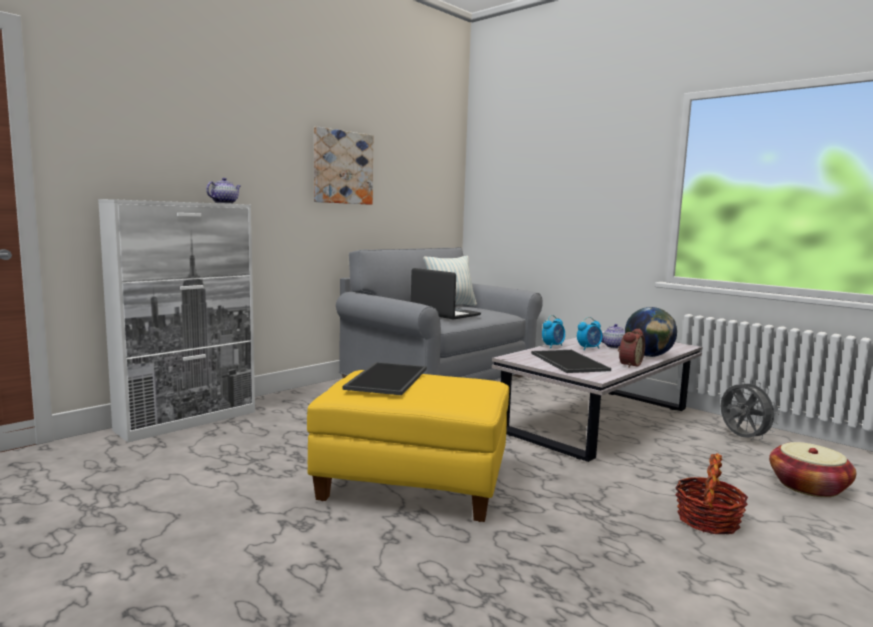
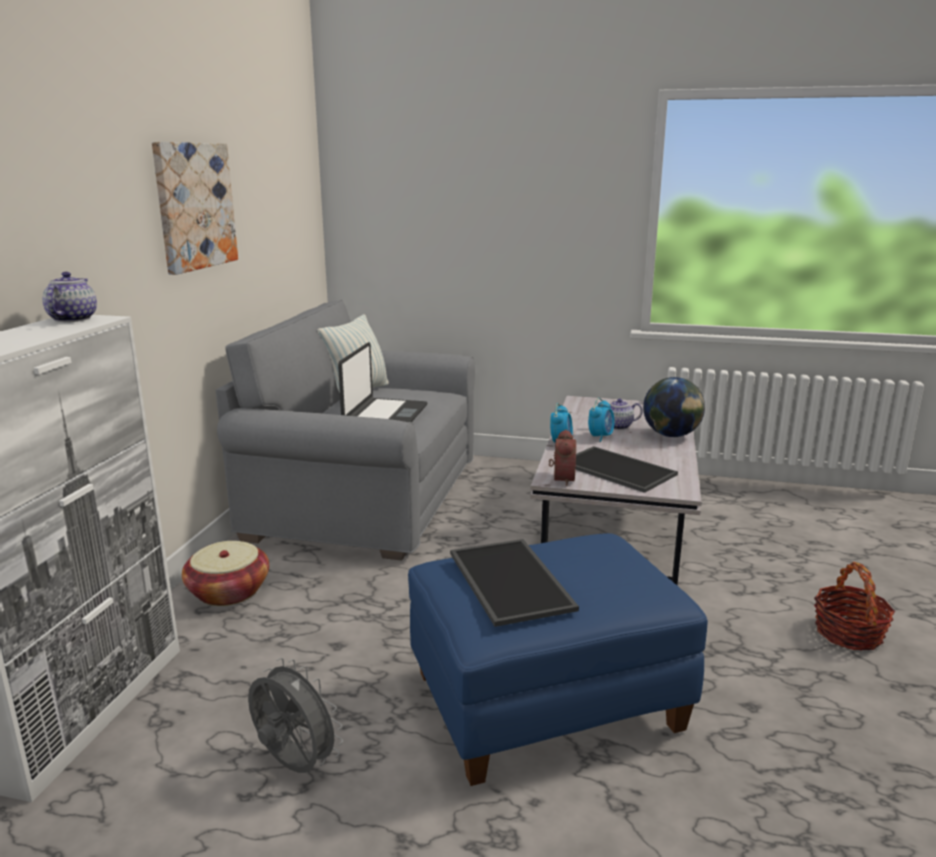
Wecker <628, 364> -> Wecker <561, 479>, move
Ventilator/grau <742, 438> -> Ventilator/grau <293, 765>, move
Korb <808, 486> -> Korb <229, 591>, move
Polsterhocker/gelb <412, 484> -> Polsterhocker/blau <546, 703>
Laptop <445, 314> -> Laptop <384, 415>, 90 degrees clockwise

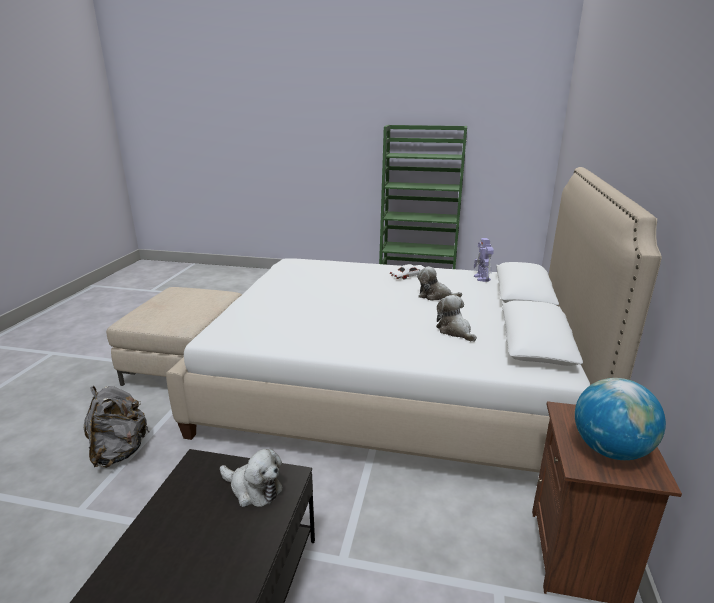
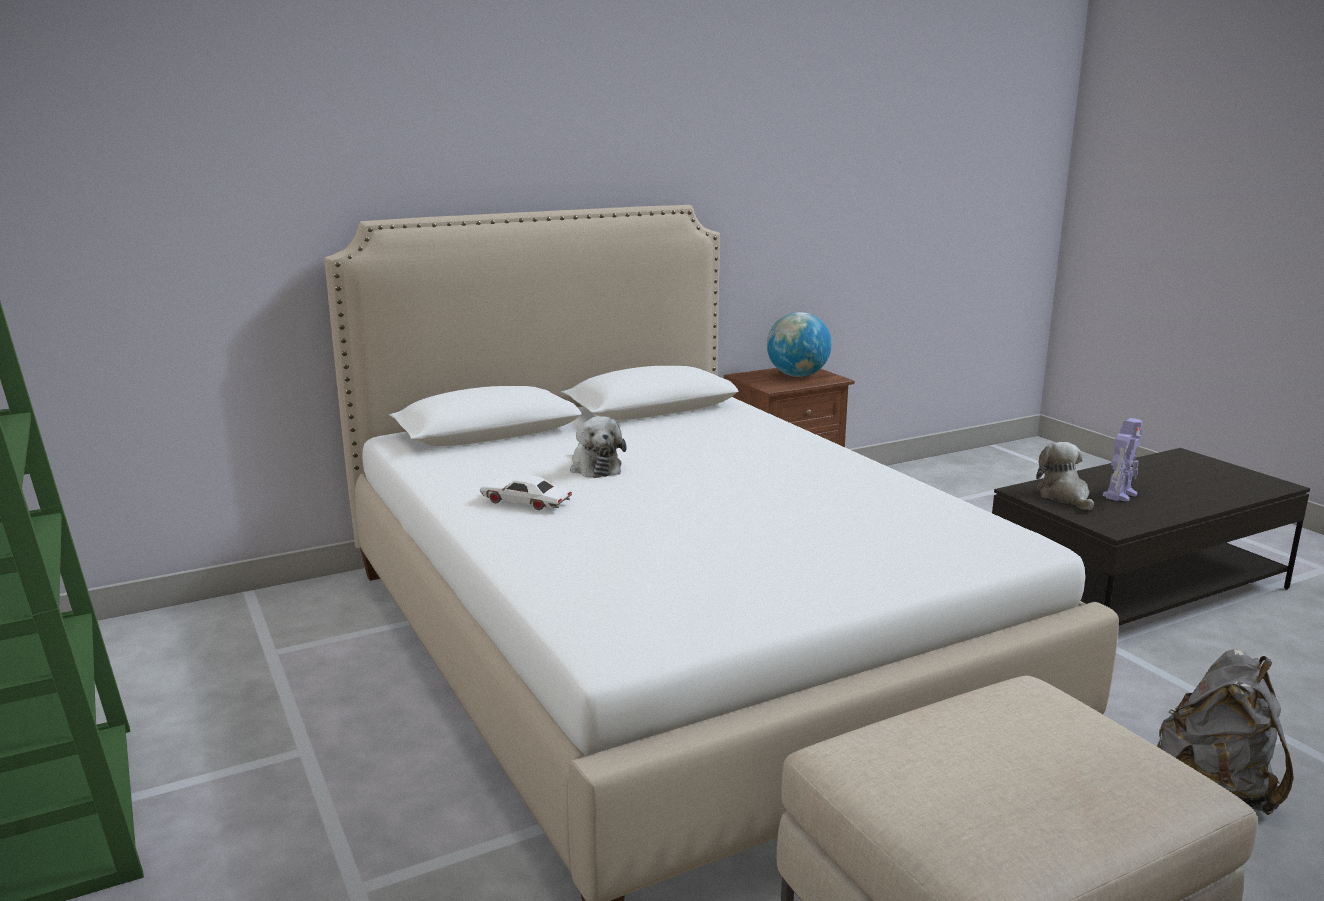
Plüschtier <455, 331> -> none
Spielzeugroboter <482, 278> -> Spielzeugroboter <1120, 494>, move

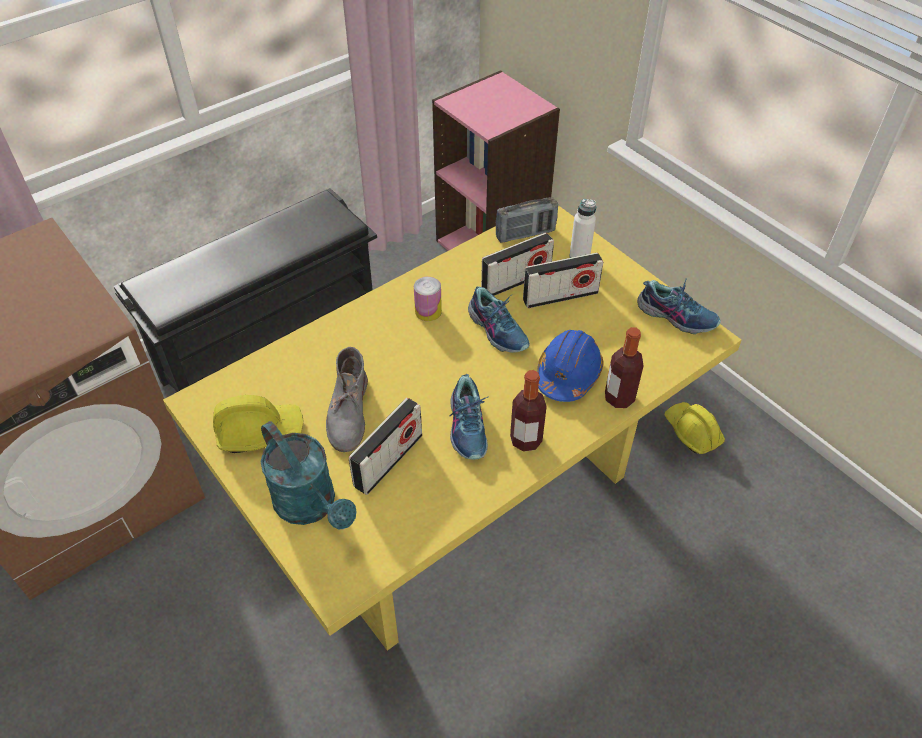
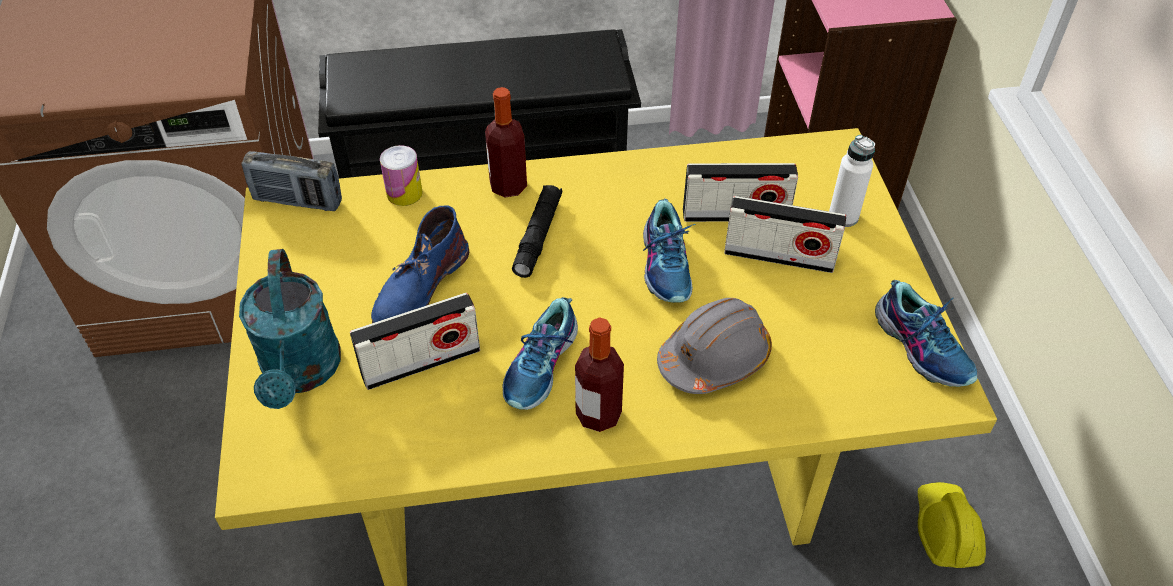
Schutzhelm/gelb <259, 431> -> none
none -> Taschenlampe/schwarz <538, 236>
Dose <428, 311> -> Dose <404, 193>, move
Radio <525, 234> -> Radio <297, 201>, move
Flasche <619, 398> -> Flasche <508, 186>, move
Stiefel/grau <348, 412> -> Stiefel/blau <420, 287>
Schutzhelm/blau <568, 374> -> Schutzhelm/grau <714, 358>

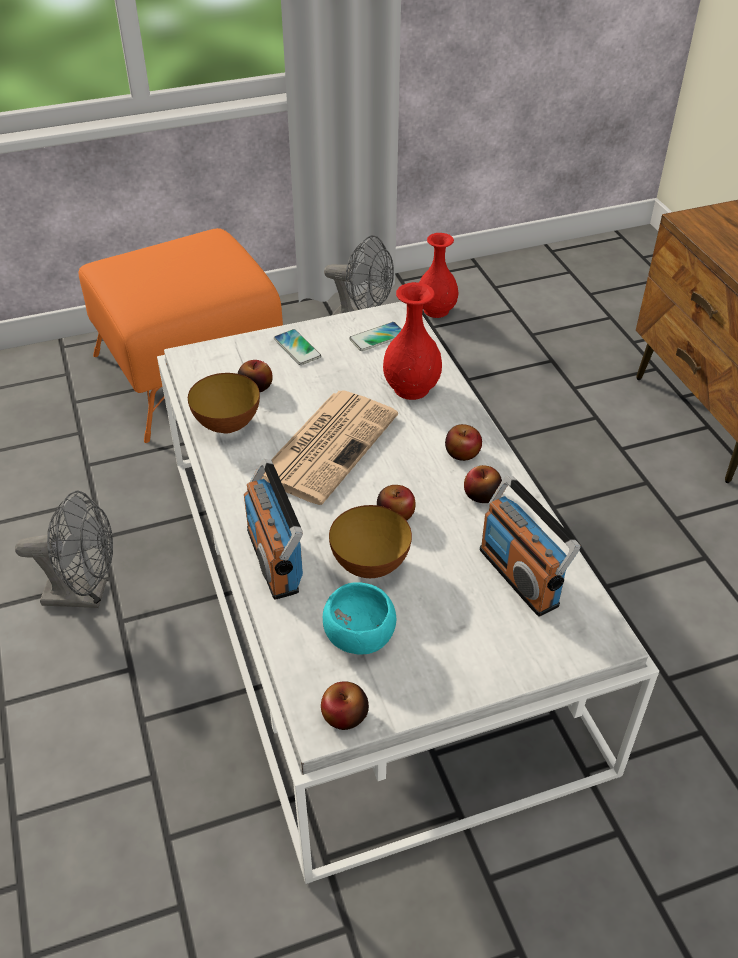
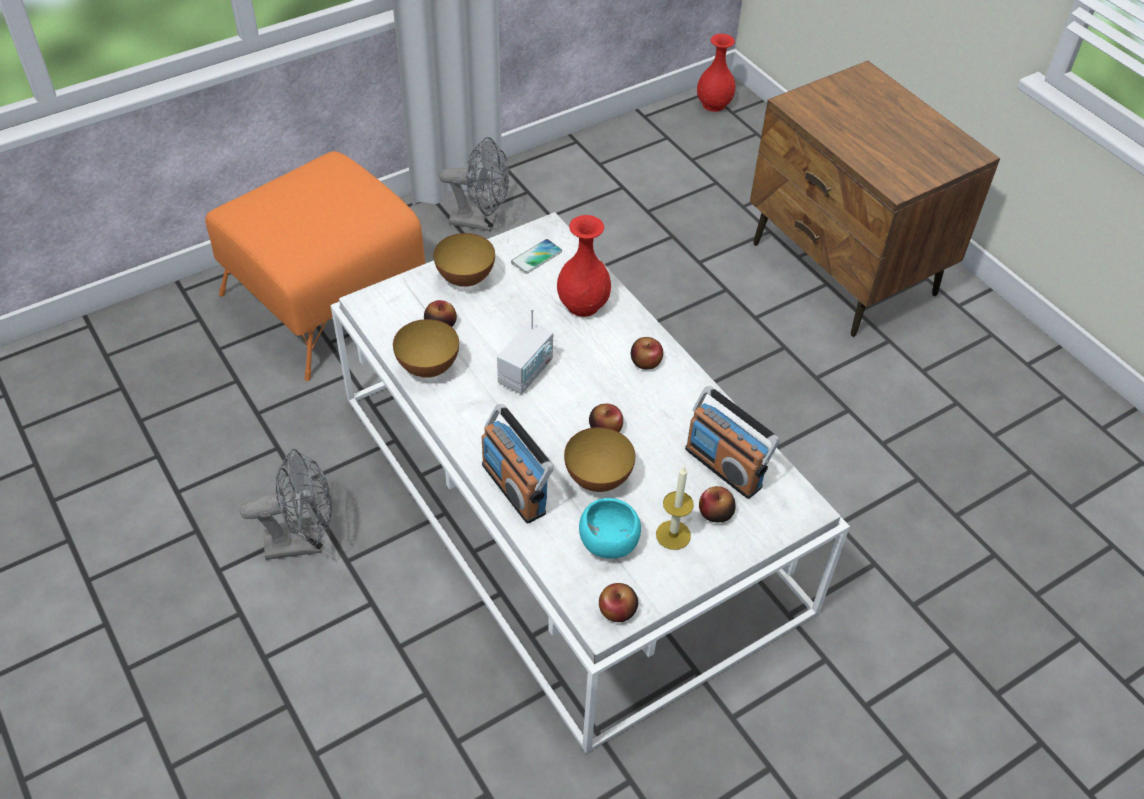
none -> Kerze <673, 535>
Vase/rot <436, 310> -> Vase/rot <714, 104>, move
Apfel <481, 495> -> Apfel <715, 513>, move
Zeitung <328, 445> -> Radio <526, 372>
Handy <297, 348> -> Schüssel <465, 279>

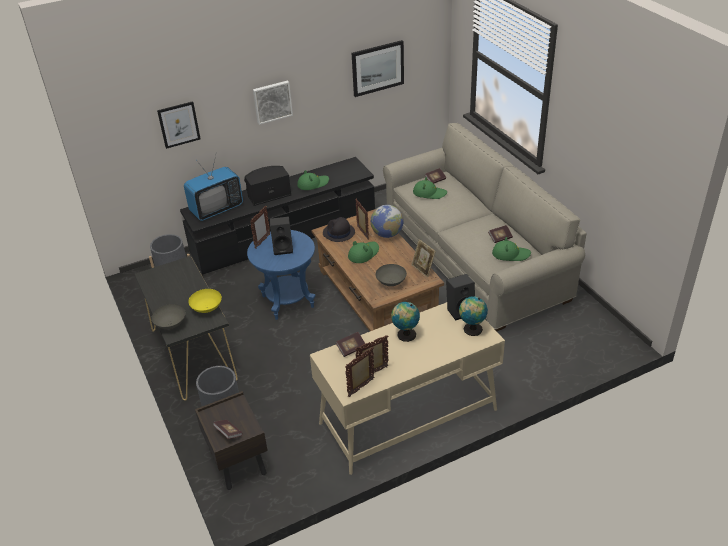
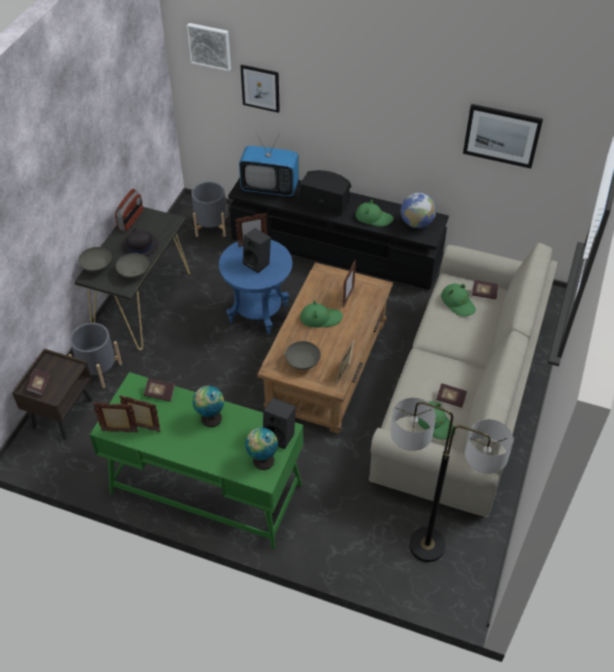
none -> Radio <131, 220>
none -> Stehlampe <427, 545>
Bild <272, 101> -> Bild <210, 46>, move
Hut/schwarz <338, 233> -> Hut/schwarz <139, 245>, move
Globus <387, 234> -> Globus <416, 223>, move
Schüssel/gelb <206, 308> -> Schüssel/grau <133, 273>
Schreibtisch/beige <407, 416> -> Schreibtisch/grün <206, 488>

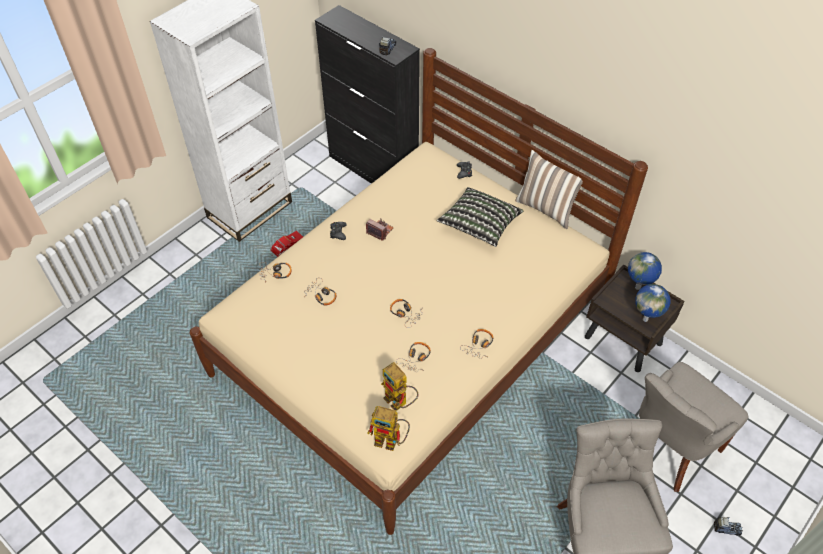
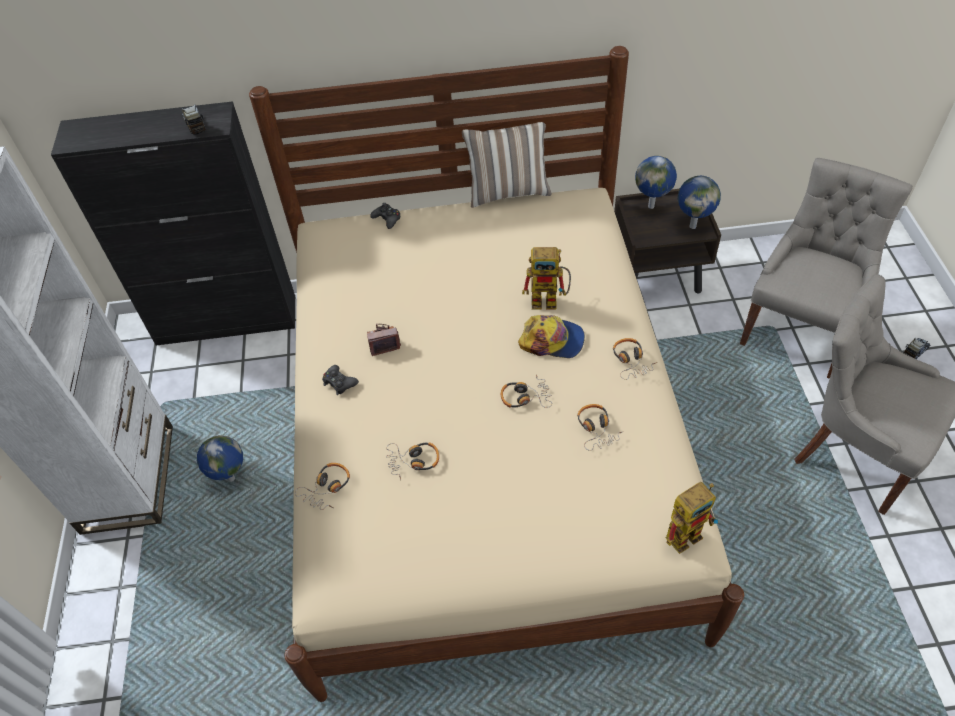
Kissen <479, 225> -> none
none -> Kappe <552, 340>
Spielzeugroboter <399, 403> -> Spielzeugroboter <550, 300>, move
Spielzeuglaster <286, 249> -> Globus <231, 479>
Stuhl/grau <668, 447> -> Stuhl/grau <799, 330>, 150 degrees counterclockwise

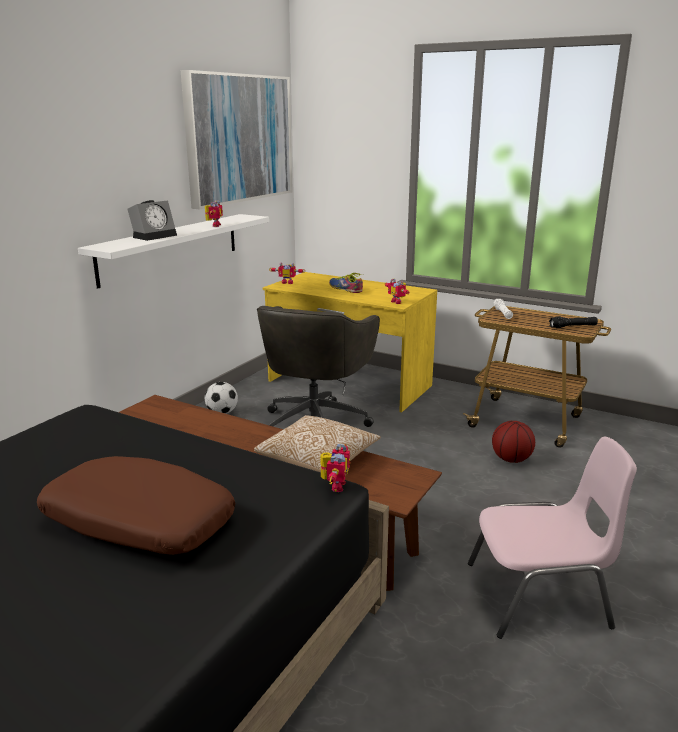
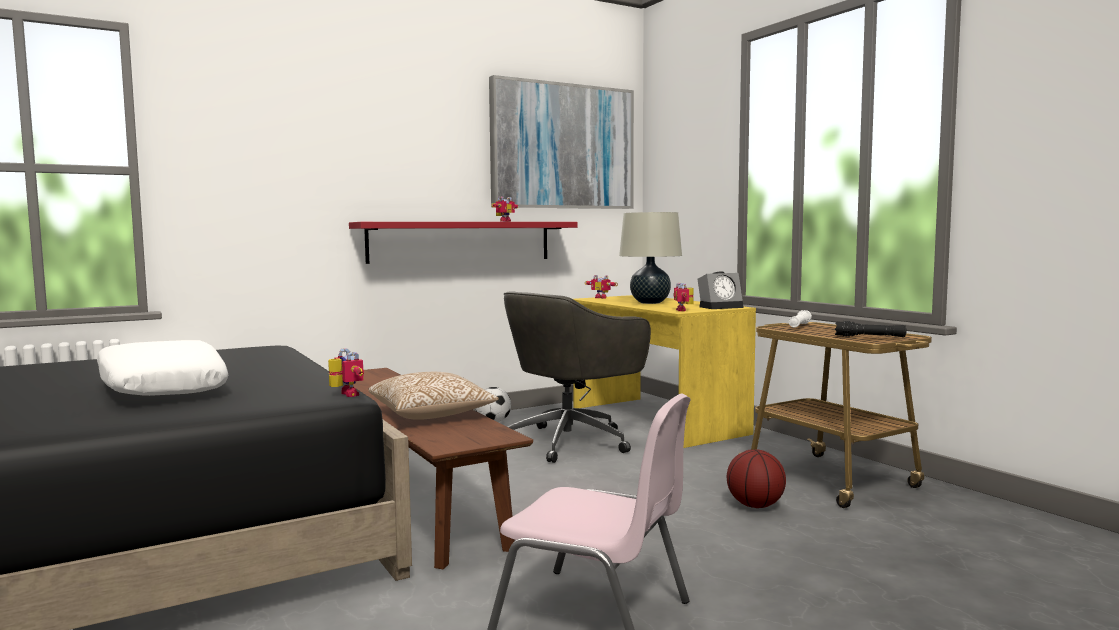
Wecker <155, 236> -> Wecker <721, 307>, move
Schuh <345, 289> -> Tischlampe/beige <650, 302>
Kissen/braun <137, 522> -> Kissen/weiß <160, 388>
Wandregal/weiß <171, 248> -> Wandregal/rot <461, 241>
Spielzeugroboter <334, 485> -> Spielzeugroboter <345, 395>, 75 degrees counterclockwise

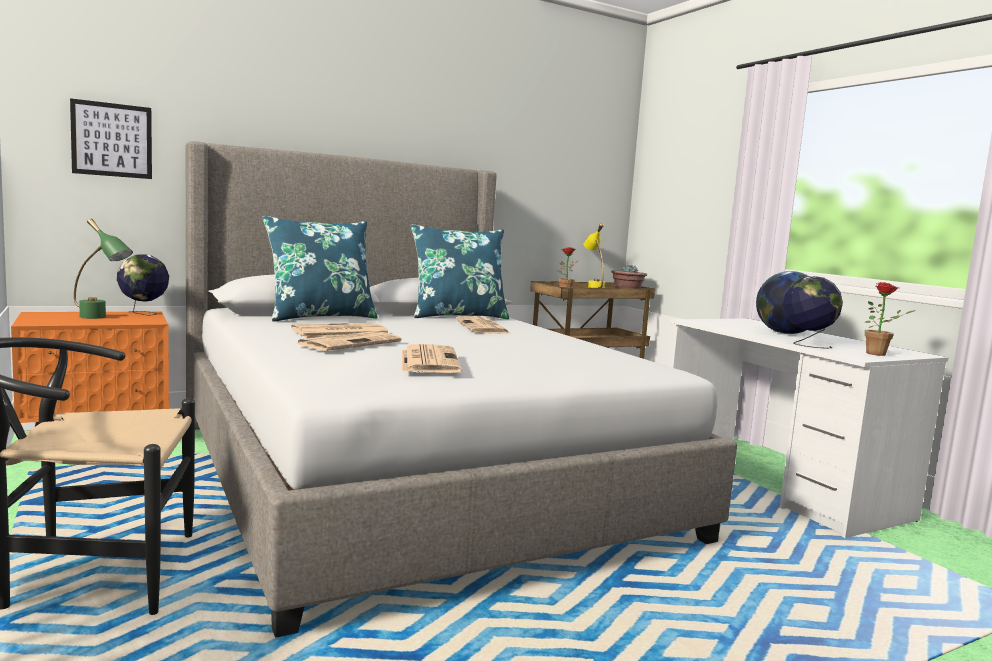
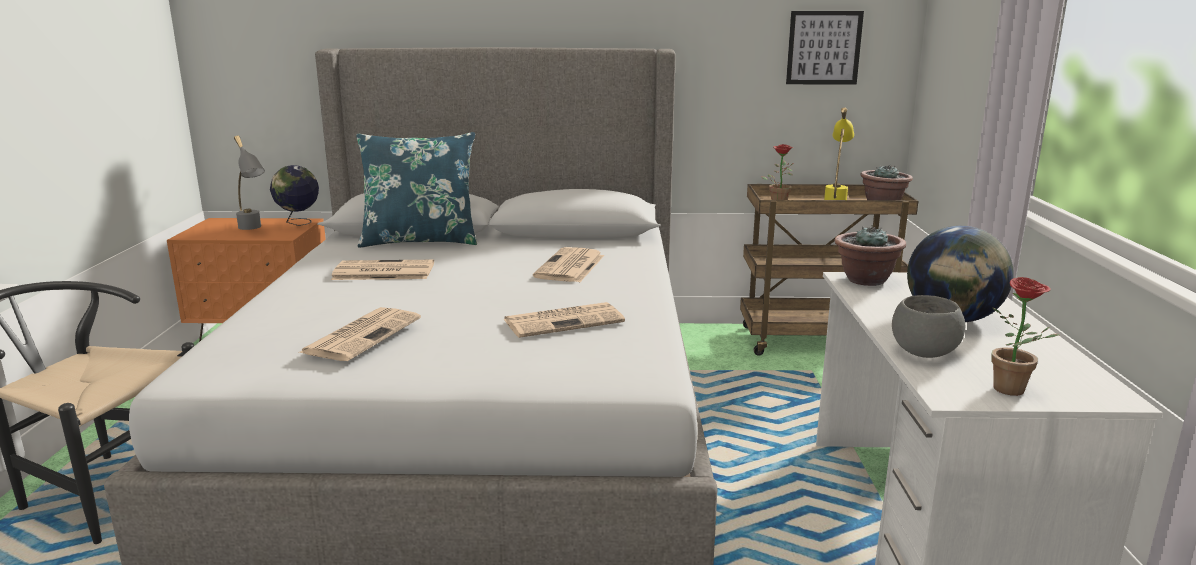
Kissen/blau <458, 316> -> none
none -> Topfpflanze <865, 280>
Bild <112, 140> -> Bild <823, 48>, move
Zeitung <350, 343> -> Zeitung <565, 321>, move
Globus <806, 344> -> Schüssel/grau <922, 353>
Tischlampe/grün <101, 318> -> Tischlampe/grau <253, 229>

